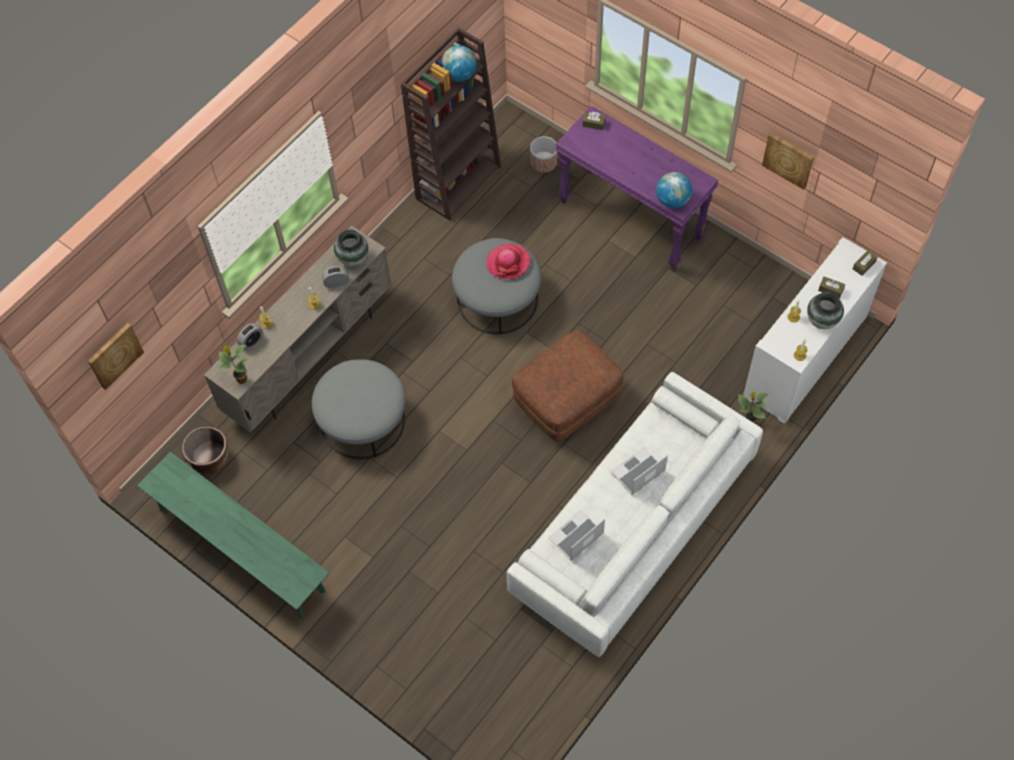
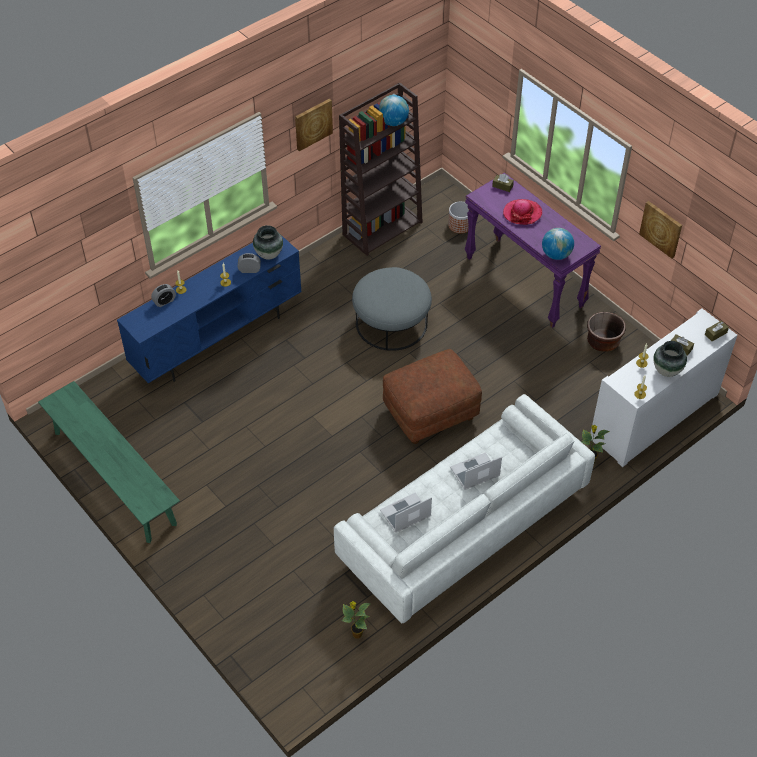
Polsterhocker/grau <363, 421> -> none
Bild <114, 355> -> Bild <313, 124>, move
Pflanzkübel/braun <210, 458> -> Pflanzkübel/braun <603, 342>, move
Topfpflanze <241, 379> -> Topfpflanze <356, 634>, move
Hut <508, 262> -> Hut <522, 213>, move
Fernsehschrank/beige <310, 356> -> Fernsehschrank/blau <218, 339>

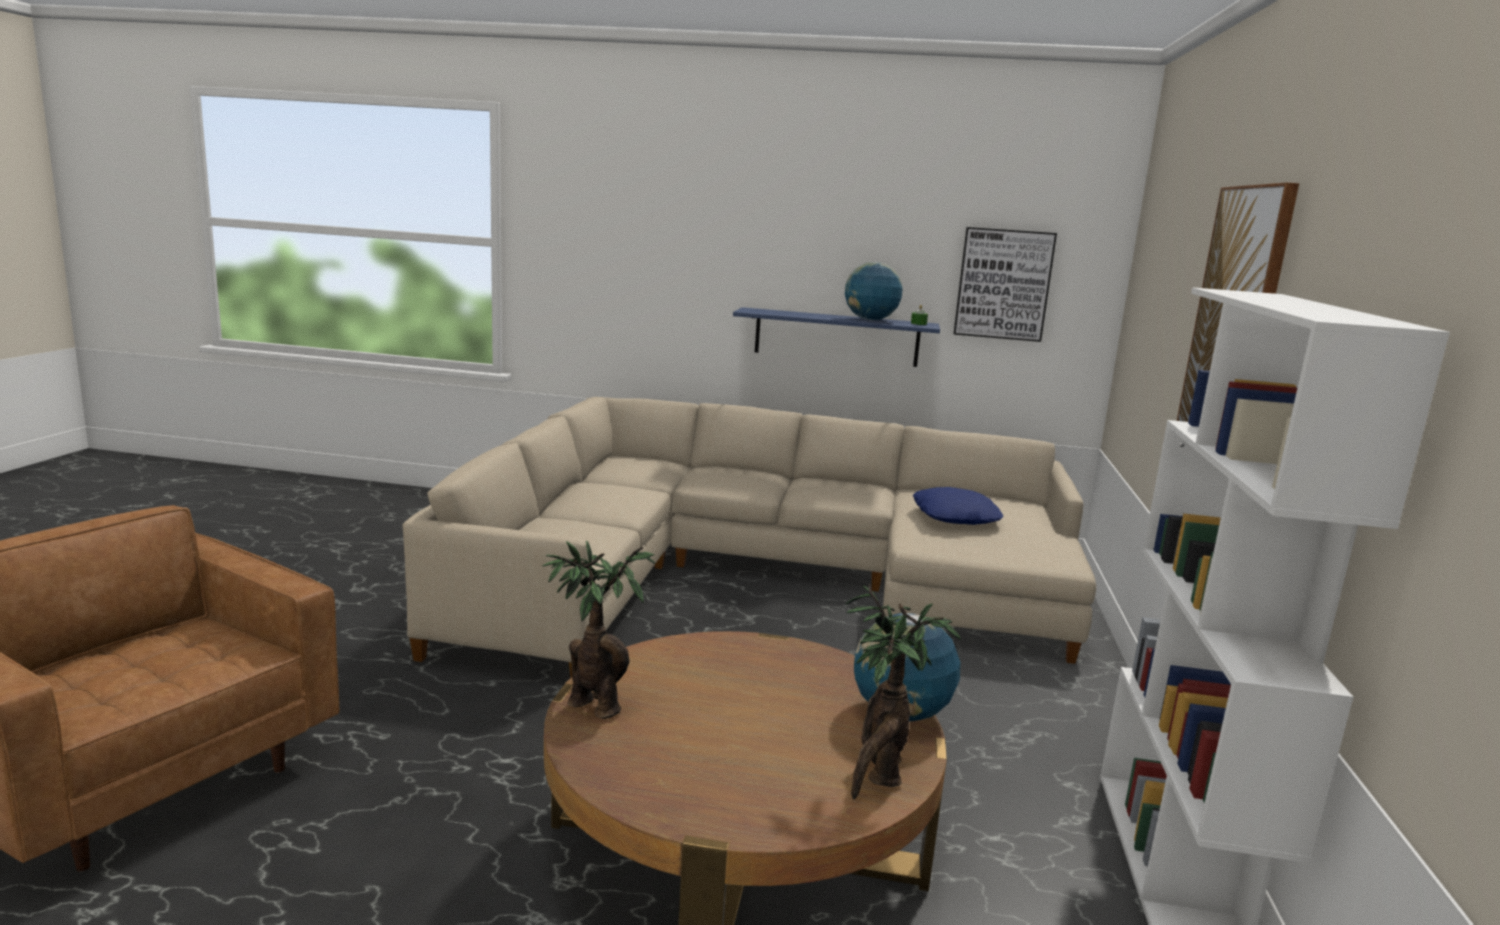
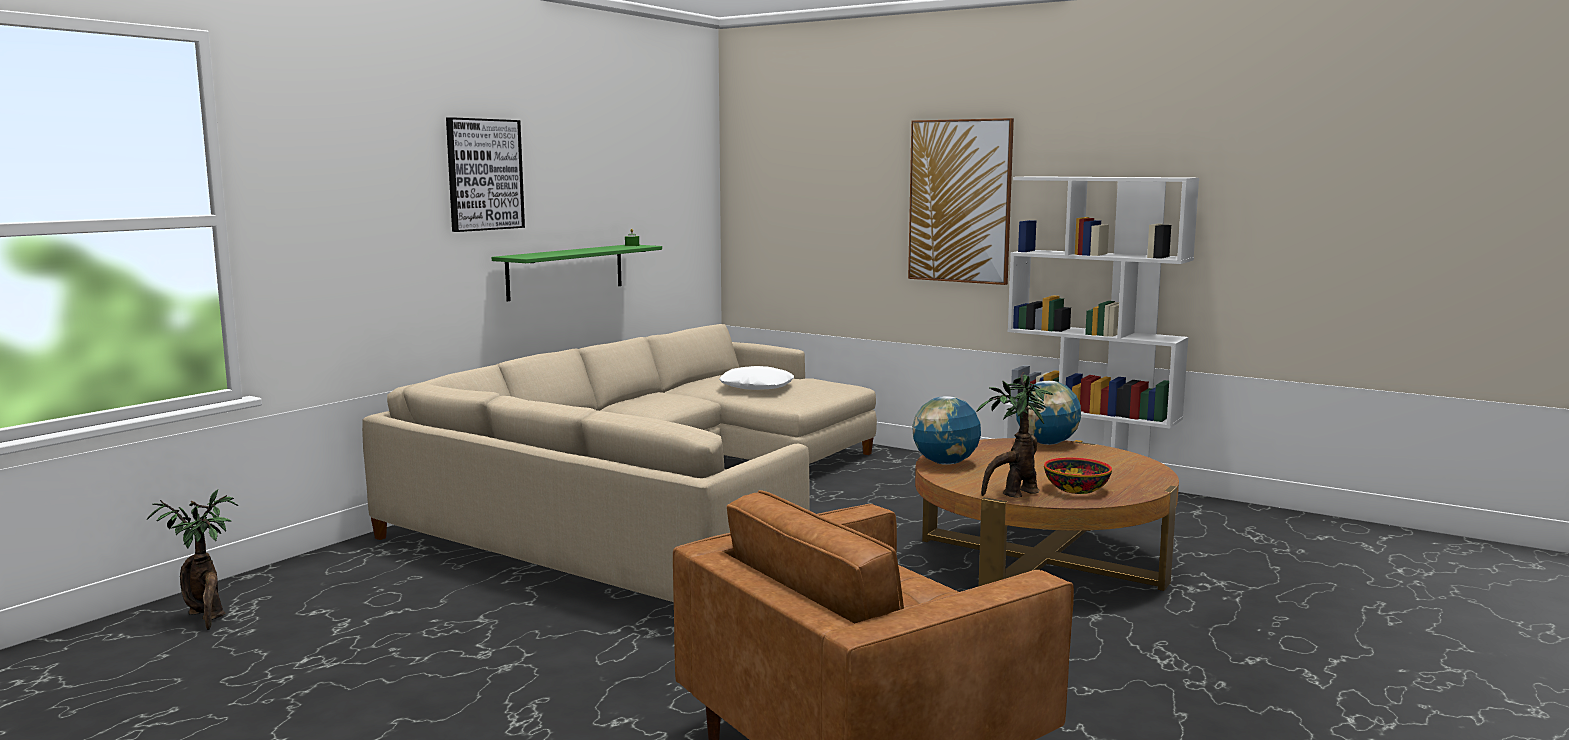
none -> Schüssel <1077, 489>
Globus <870, 320> -> Globus <945, 463>, move
Topfpflanze <879, 775> -> Topfpflanze <207, 617>, move
Bild <1003, 284> -> Bild <484, 174>, move
Wandregal/blau <836, 337> -> Wandregal/grün <566, 271>
Kissen/blau <956, 516> -> Kissen/weiß <757, 386>

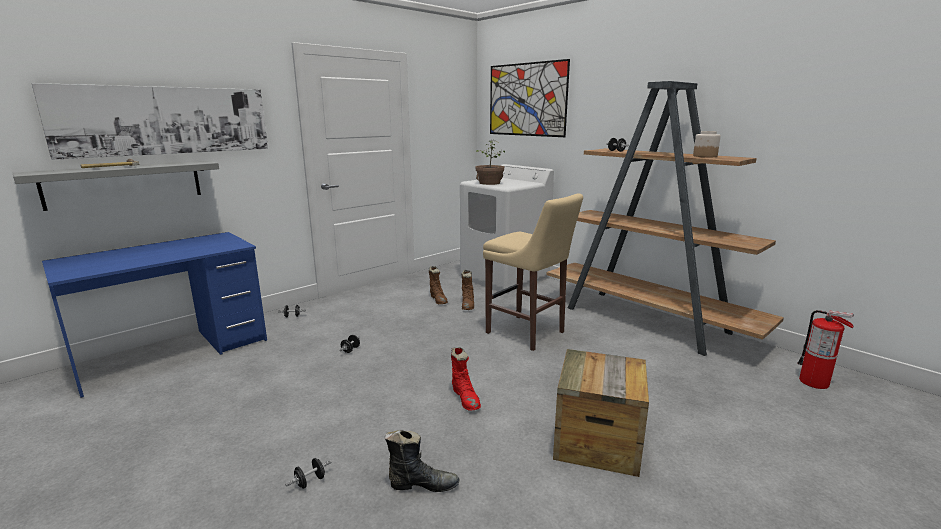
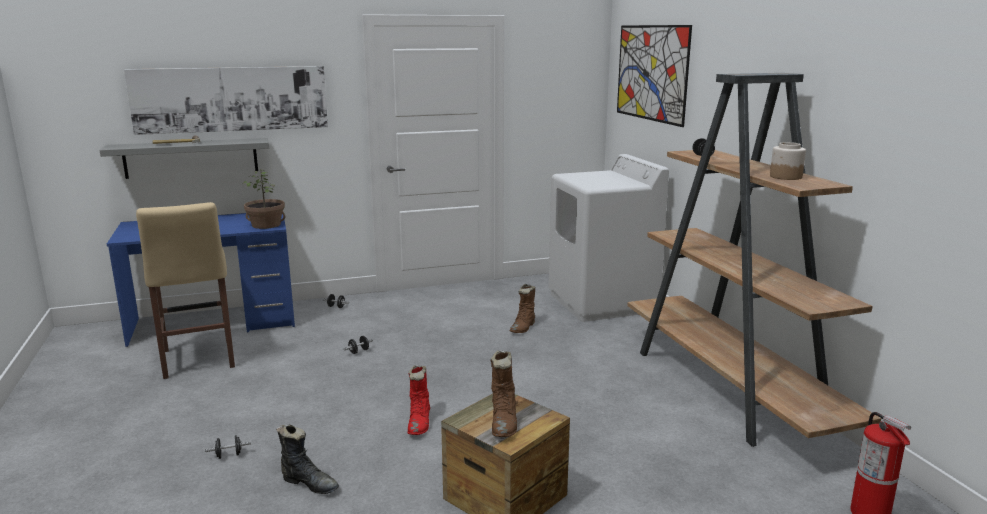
Stiefel/braun <438, 300> -> Stiefel/braun <504, 422>, move
Topfpflanze <489, 183> -> Topfpflanze <266, 225>, move
Hocker/beige <528, 333> -> Hocker/beige <198, 360>, move

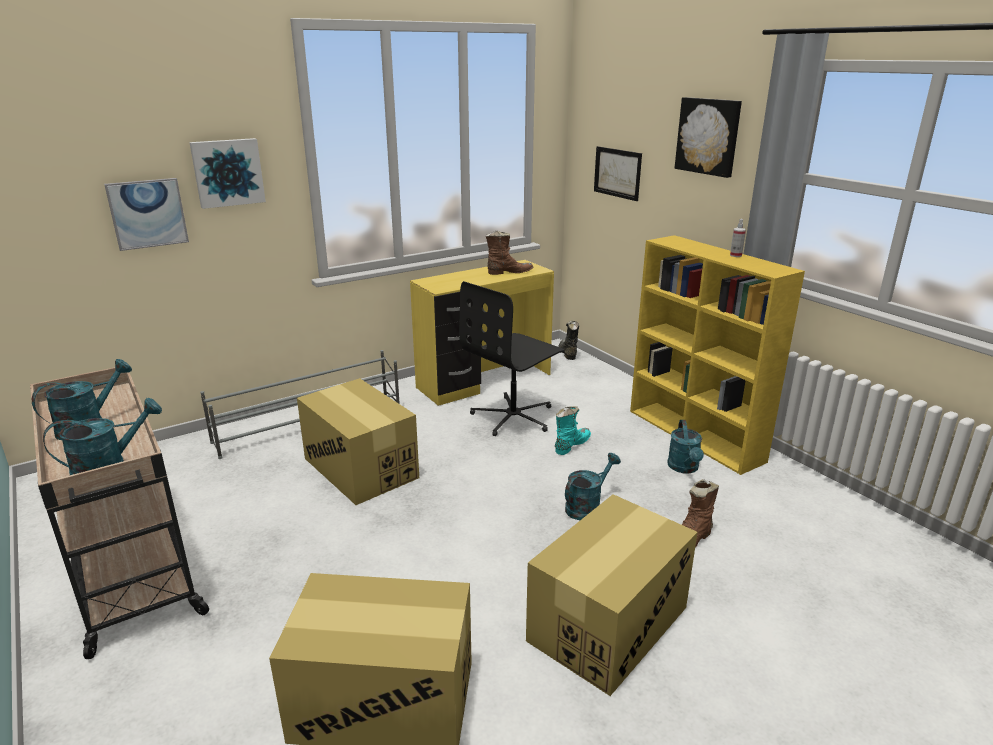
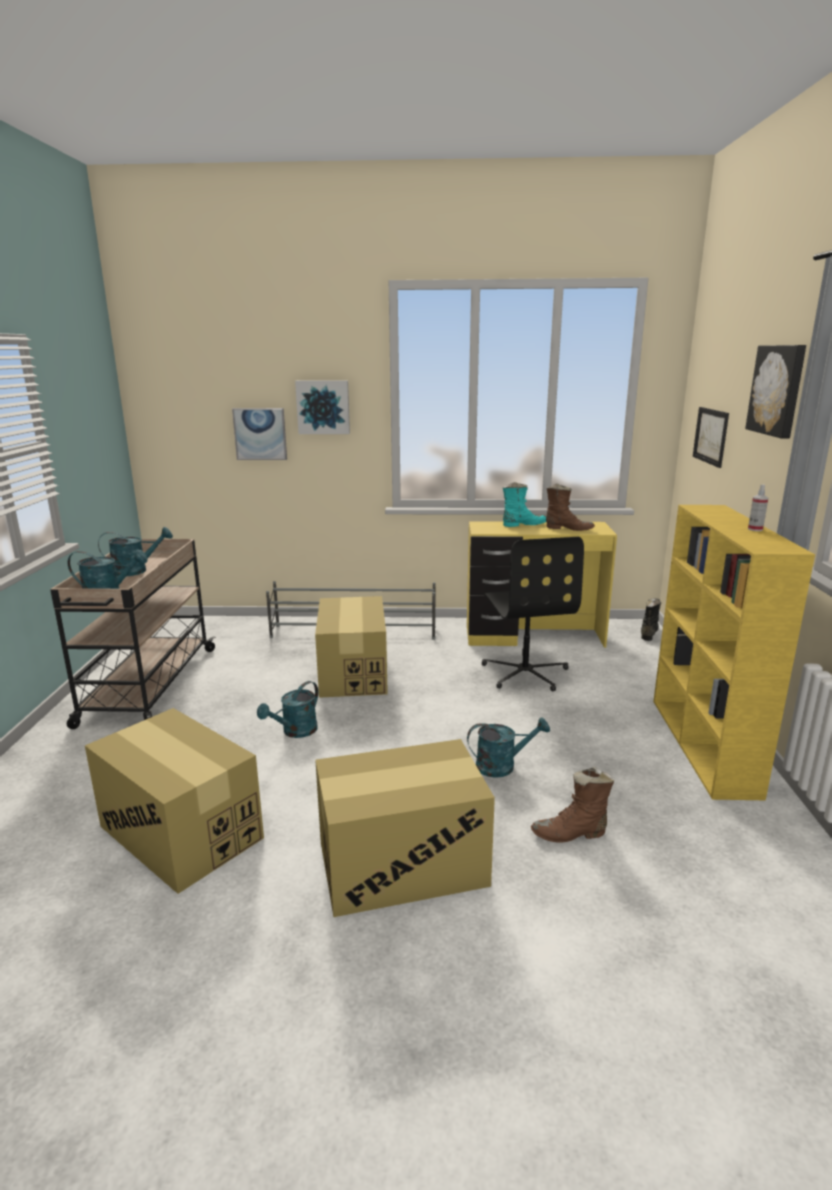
Stiefel/türkis <571, 445> -> Stiefel/türkis <523, 524>, move
Gießkanne/türkis <684, 468> -> Gießkanne/türkis <295, 732>, move
Bürostuhl/schwarz <514, 417> -> Bürostuhl/schwarz <525, 673>, 90 degrees counterclockwise

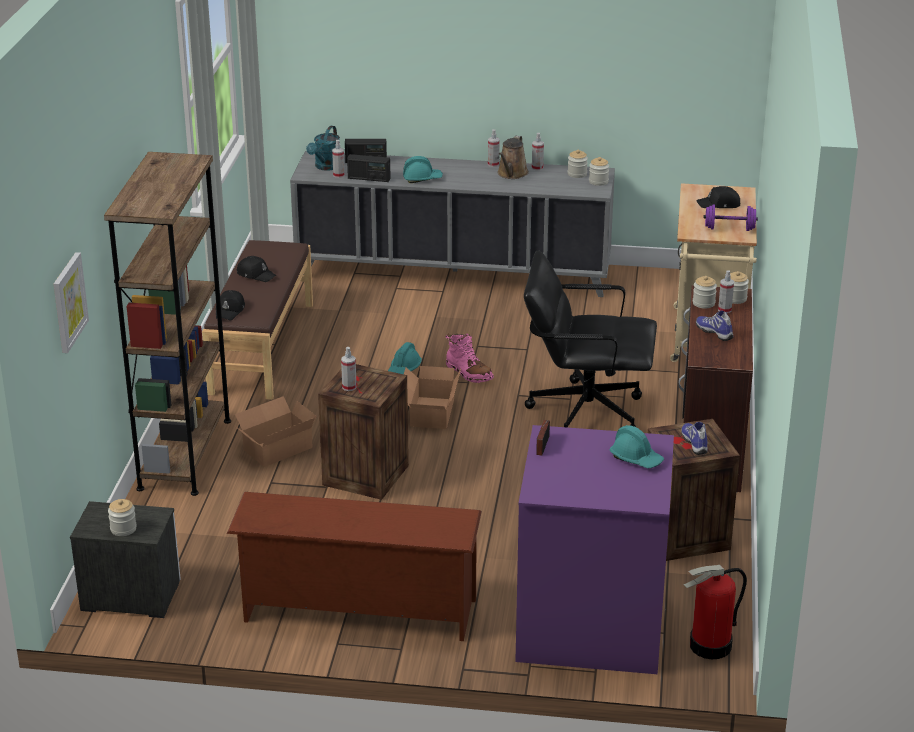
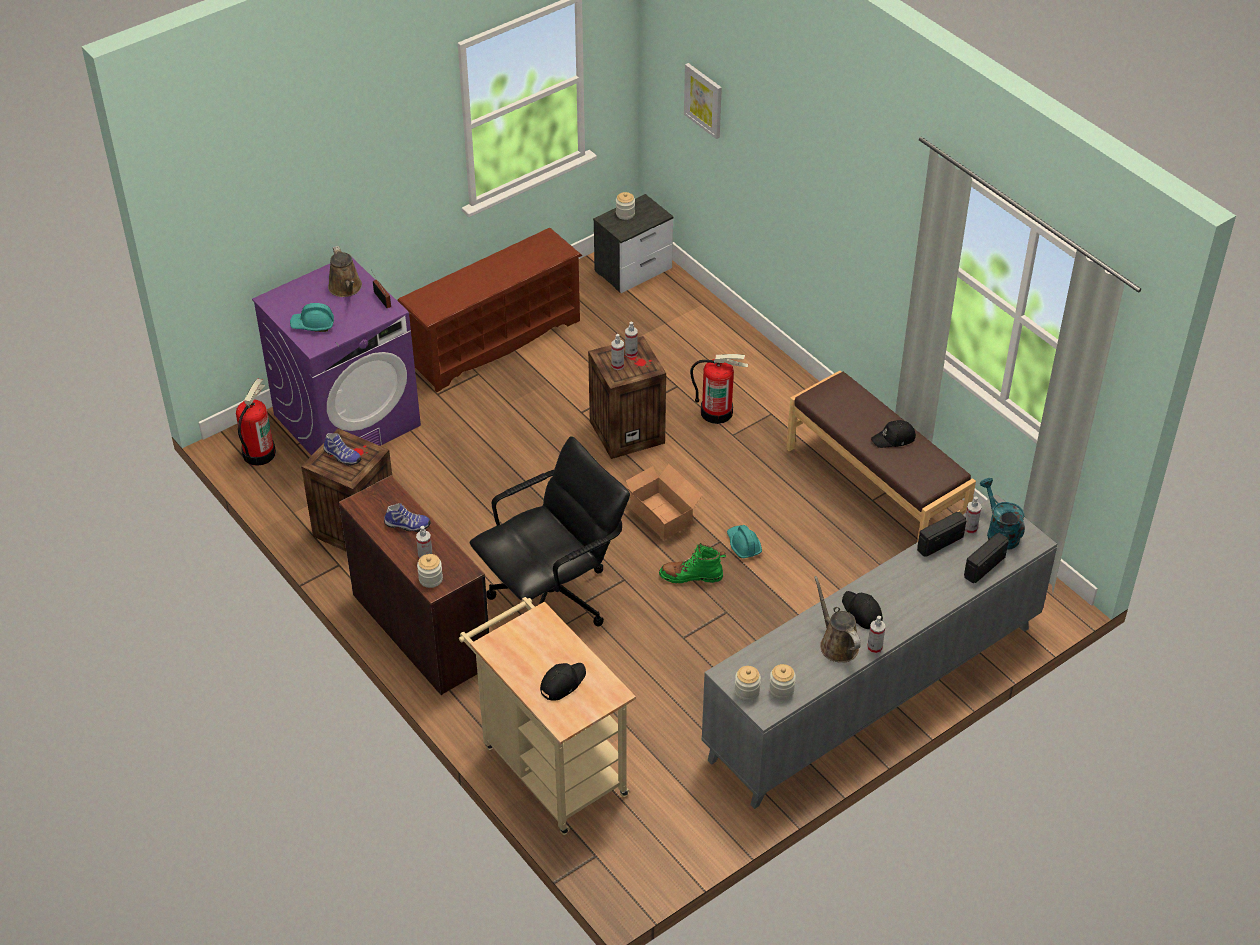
Bücherregal/braun <185, 454> -> none
Schutzhelm/türkis <422, 178> -> none
Vorratsglas <703, 303> -> none
Hantel/lila <729, 229> -> none
none -> Gießkanne/braun <346, 288>
Kappe/schwarz <230, 310> -> Kappe/schwarz <861, 612>, move
Sprühflasche <537, 168> -> Sprühflasche <617, 365>, move
Karton <275, 448> -> Feuerlöscher <717, 412>
Stiefel/rosa <468, 373> -> Stiefel/grün <691, 576>

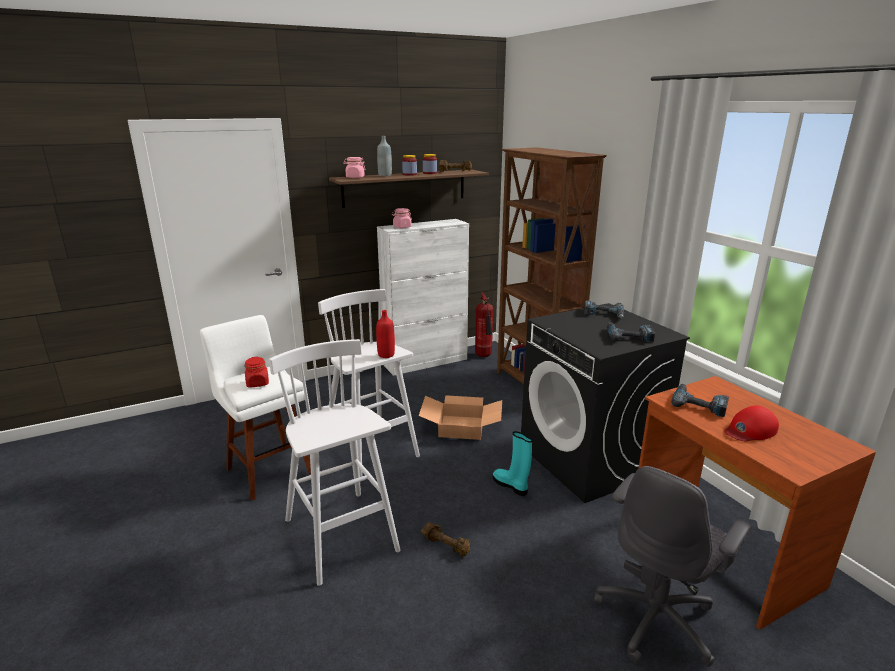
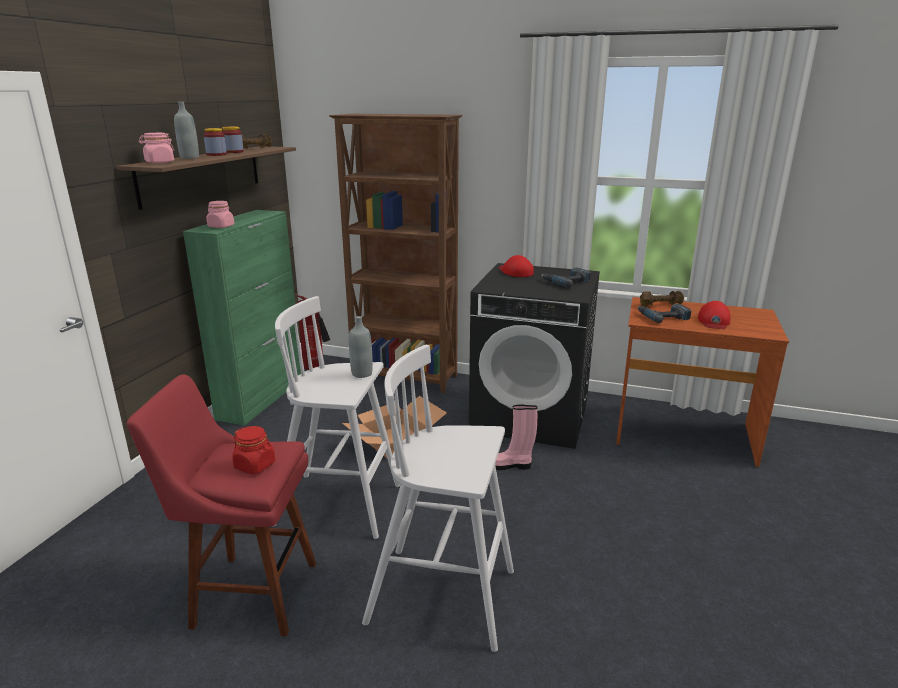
Bürostuhl/grau <657, 618> -> none
Hantel/braun <446, 545> -> Hantel/braun <660, 305>, move
Bohrmaschine <603, 314> -> Kappe/rot <515, 272>
Hocker/weiß <268, 469> -> Hocker/rot <249, 593>
Flasche/rot <386, 355> -> Flasche/grau <362, 373>
Schrank/weiß <426, 362> -> Schrank/grün <262, 397>
Stiefel/türkis <511, 485> -> Stiefel/rosa <510, 465>

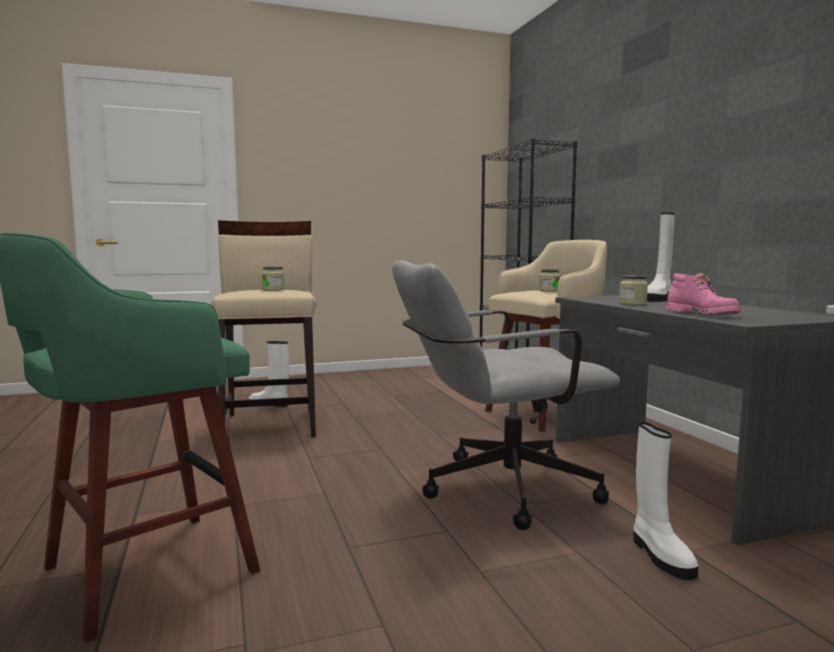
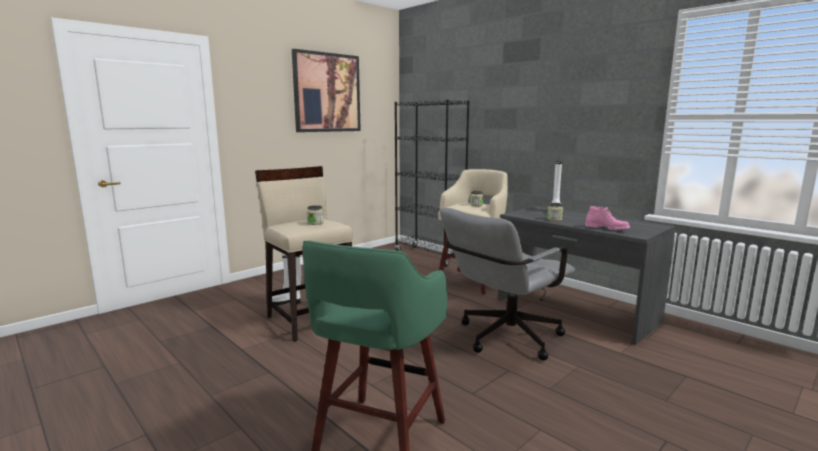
Stiefel/weiß <660, 555> -> none
none -> Bild <327, 93>

